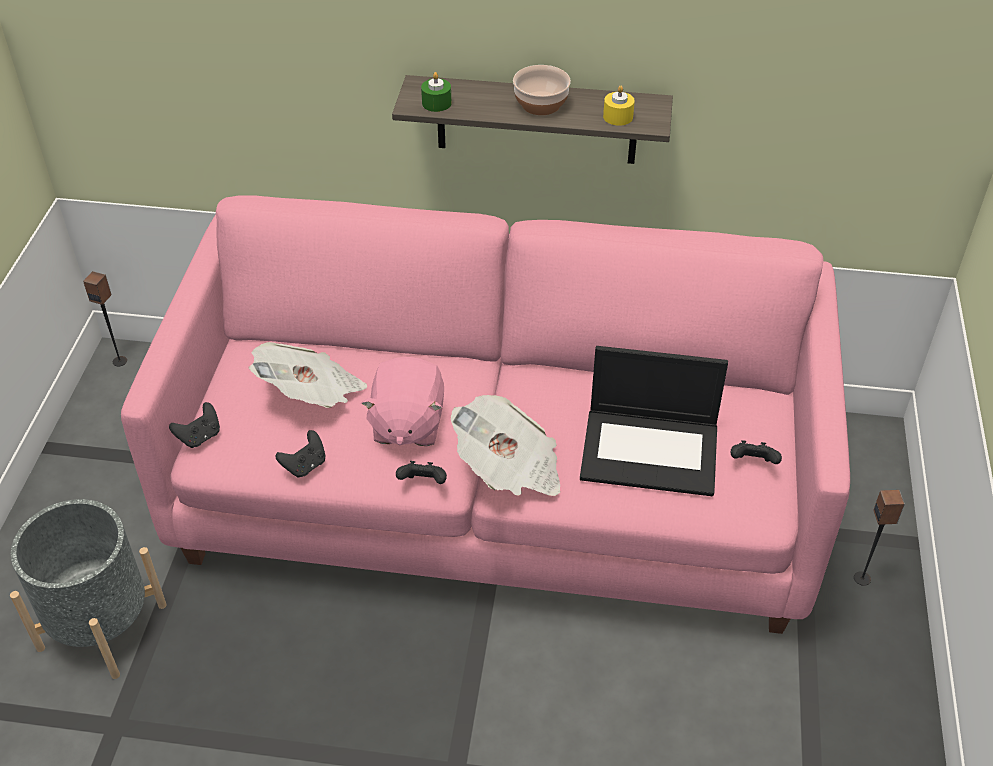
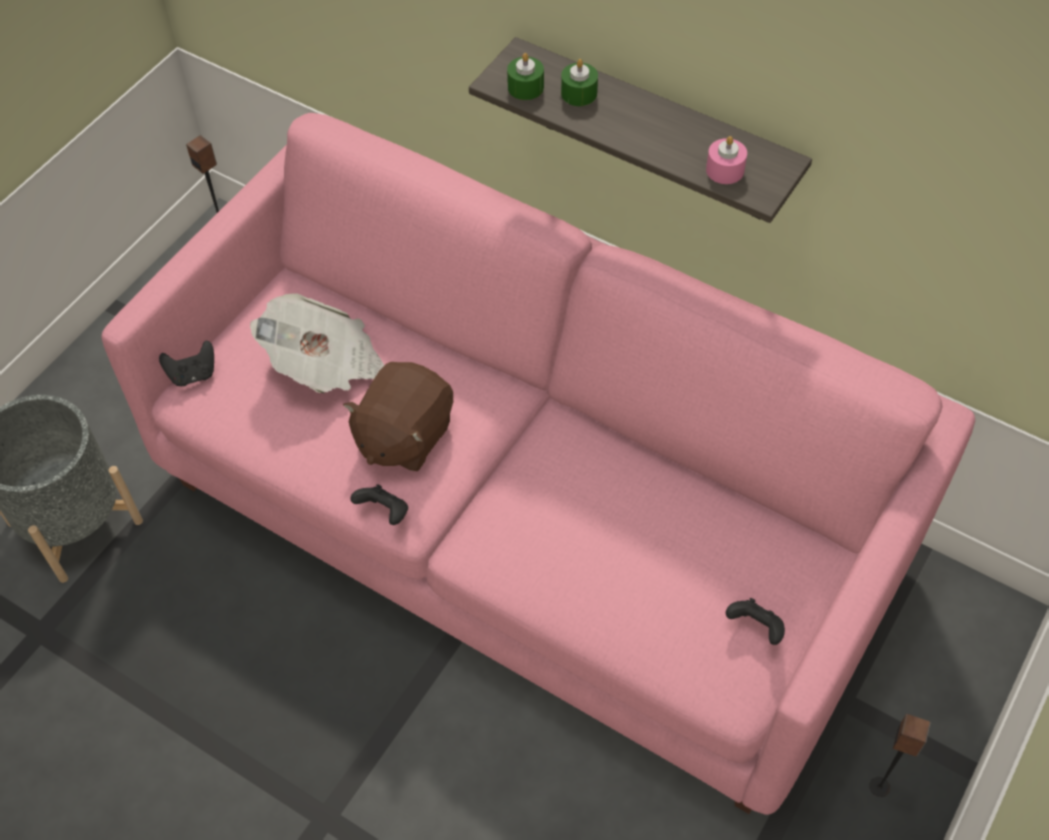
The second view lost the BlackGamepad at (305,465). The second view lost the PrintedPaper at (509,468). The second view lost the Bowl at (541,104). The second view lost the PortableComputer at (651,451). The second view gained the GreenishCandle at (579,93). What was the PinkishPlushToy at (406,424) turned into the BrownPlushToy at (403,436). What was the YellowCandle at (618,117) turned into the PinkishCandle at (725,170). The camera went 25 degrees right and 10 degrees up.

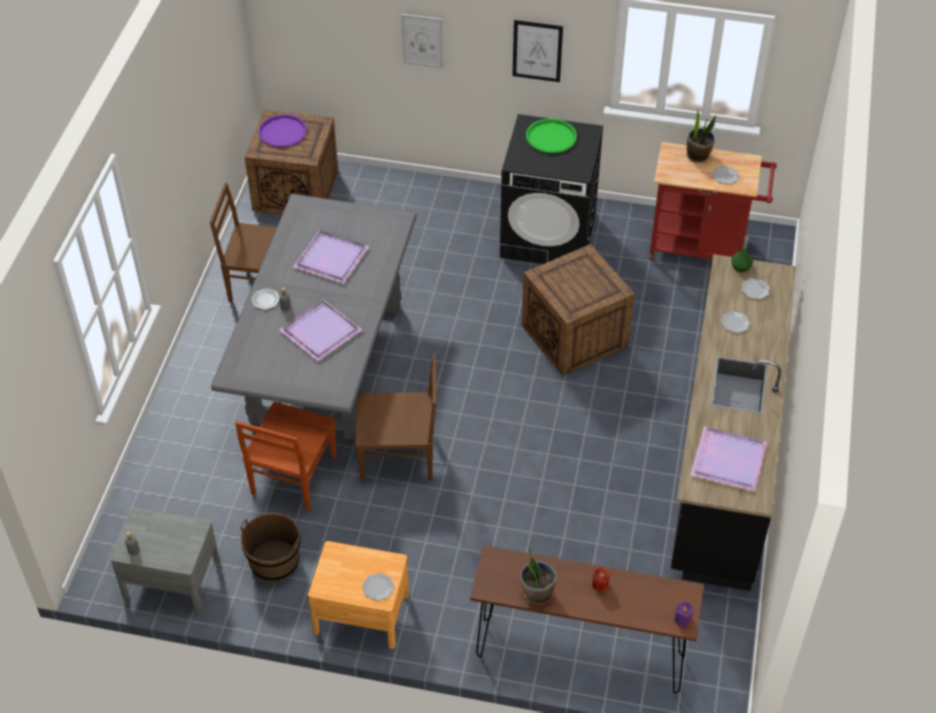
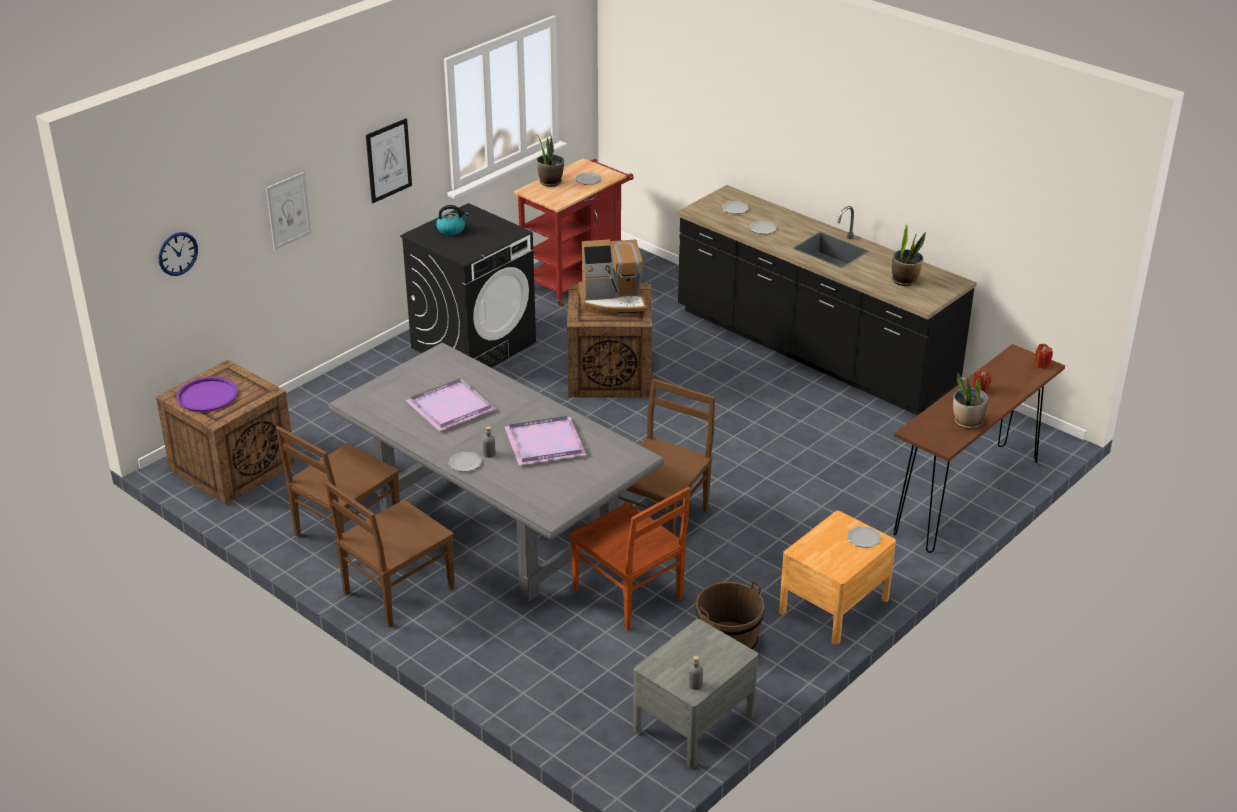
The second view lost the GreenishBottle at (740,266). The second view gained the HangingClock at (177,253). The second view gained the BrownUprightChair at (396,592). The second view gained the CoffeeMaker at (613,301). Where the GreenishCarryingTray stood at (551,137), the WaterKettle came to stand at (451,229). Where the PurplishCarryingTray stood at (727,459), the PlantInAPot came to stand at (904,280). What was the PurplishCandle at (682,619) turned into the ReddishCandle at (1042,364). The camera went 60 degrees left and 15 degrees down.

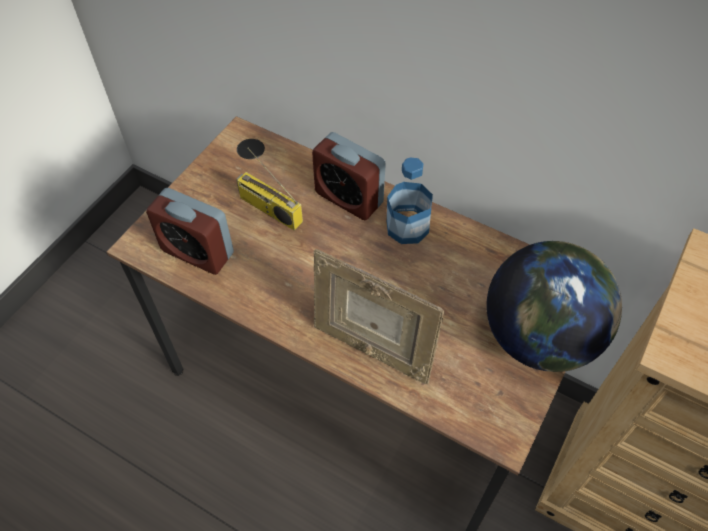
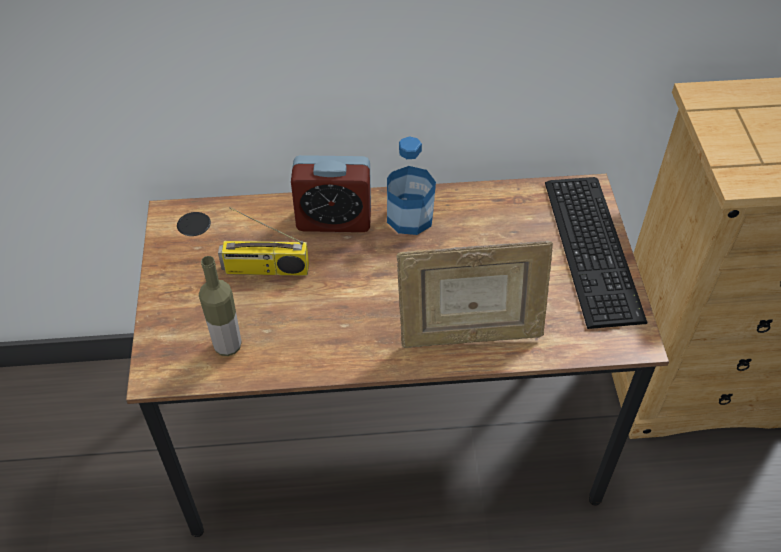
Where the TableClock stood at (197,252), the Bottle came to stand at (228,346). Where the WorldGlobe stood at (539,336), the Keyboard came to stand at (595,247). The camera went 35 degrees left and 5 degrees down.

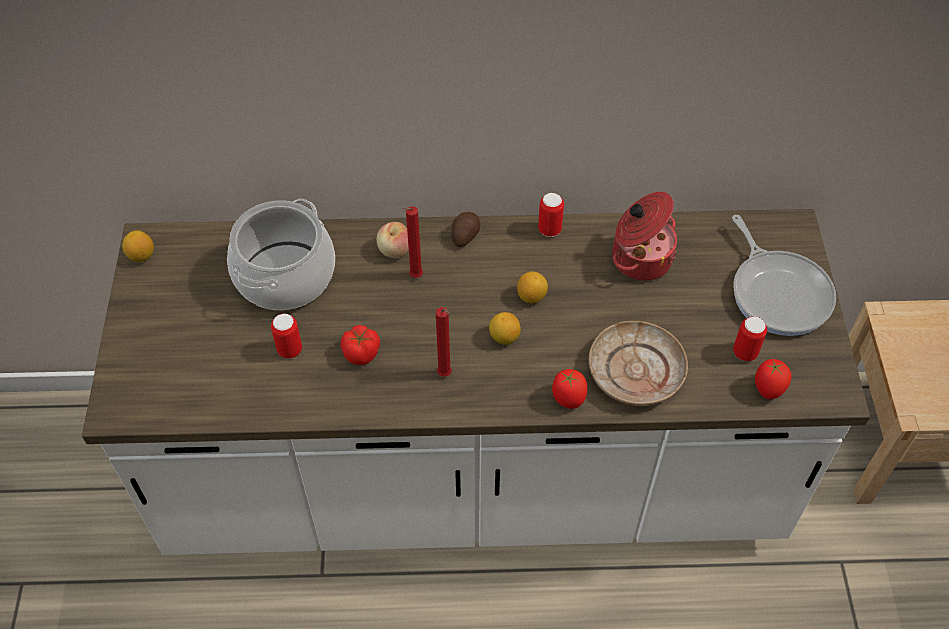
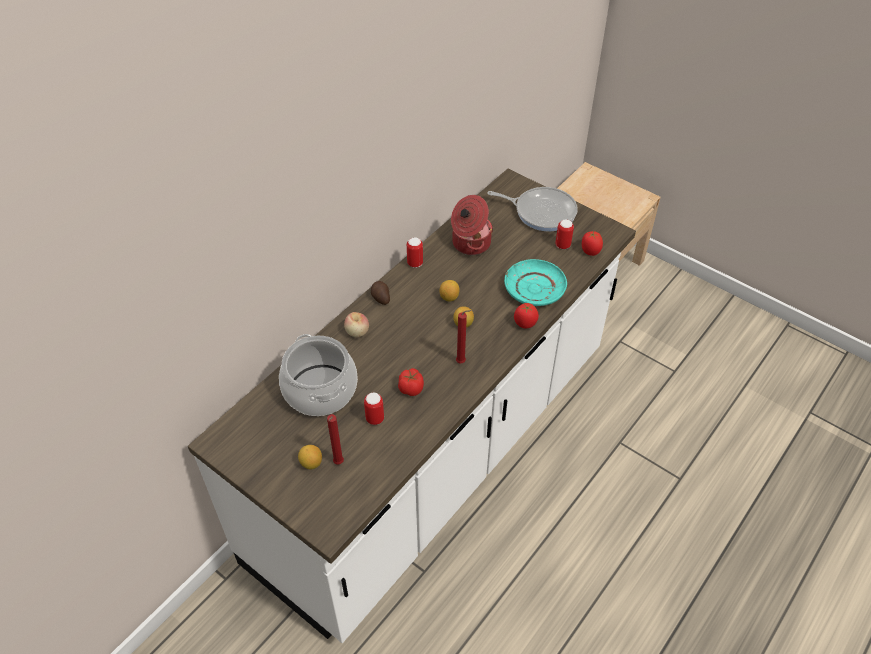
The Lemon ended up elsewhere, having gone from (141,256) to (311,463). The ReddishCandle ended up elsewhere, having gone from (414,277) to (338,464). What was the SandColouredPlate at (635,372) turned into the TurquoiseColouredPlate at (534,289). The camera went 50 degrees left and 5 degrees down.

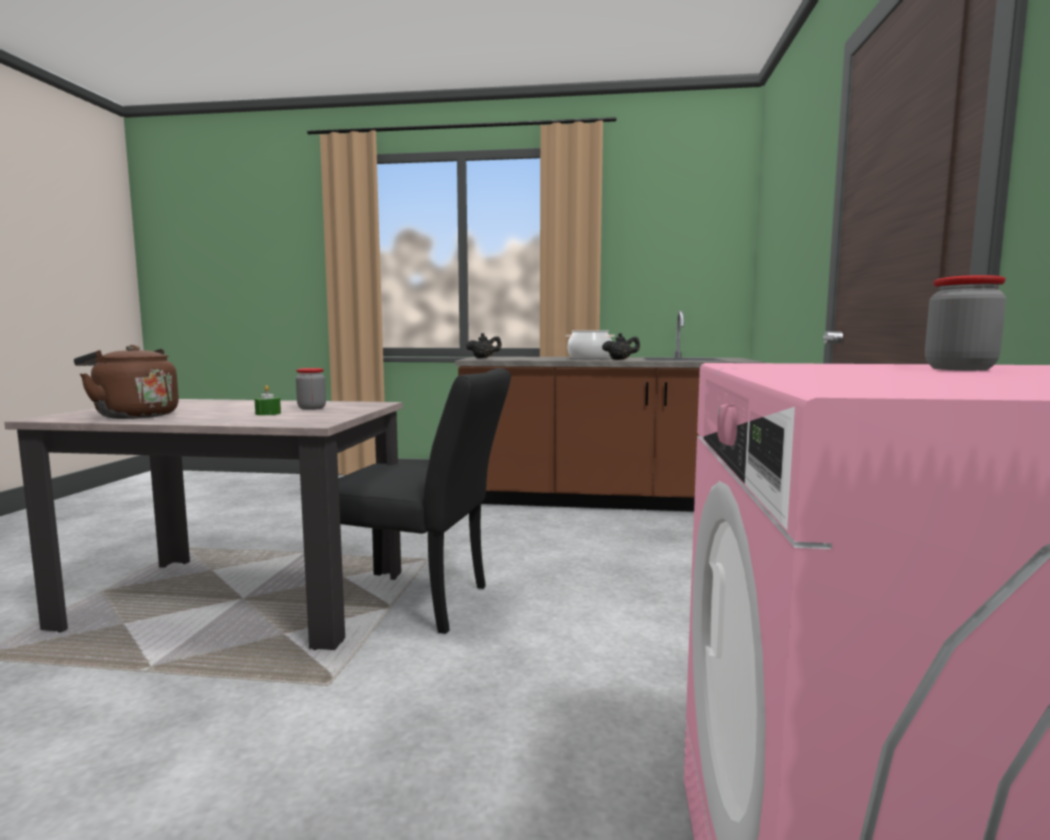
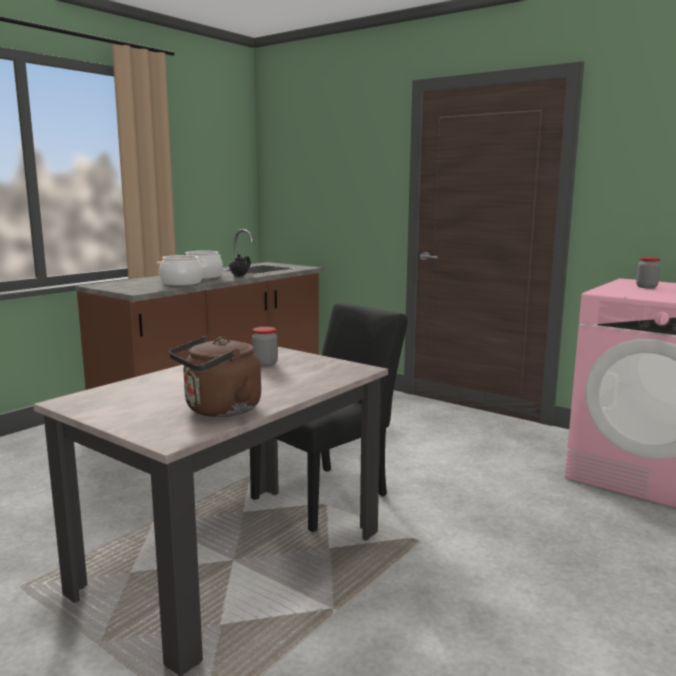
The second view lost the GreenishCandle at (268,413). The second view lost the BlackTeaPot at (483,358). The second view gained the Stockpot at (181,283). The camera went 60 degrees left and 5 degrees up.

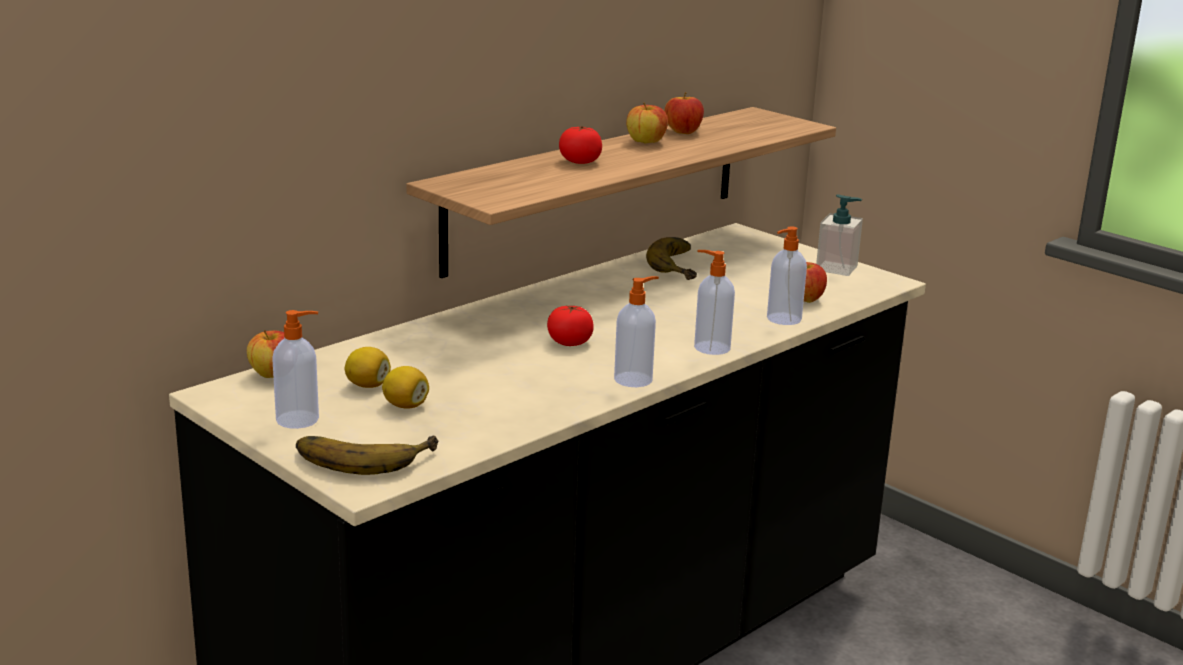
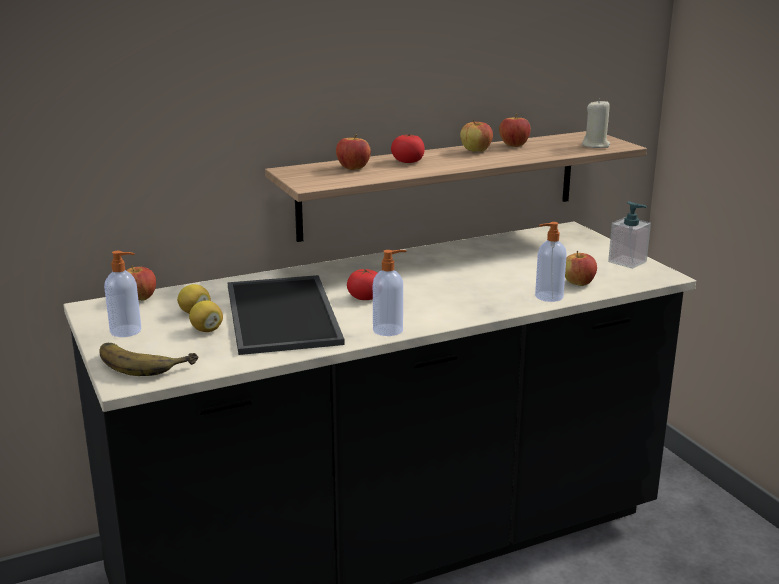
The second view lost the BananaFruit at (683,265). The second view lost the SoapBottle at (710,347). The second view gained the CarryingTray at (285,314). The second view gained the AppleFruit at (353,168). The second view gained the SandColouredCandle at (596,145). The camera went 20 degrees right and 0 degrees up.

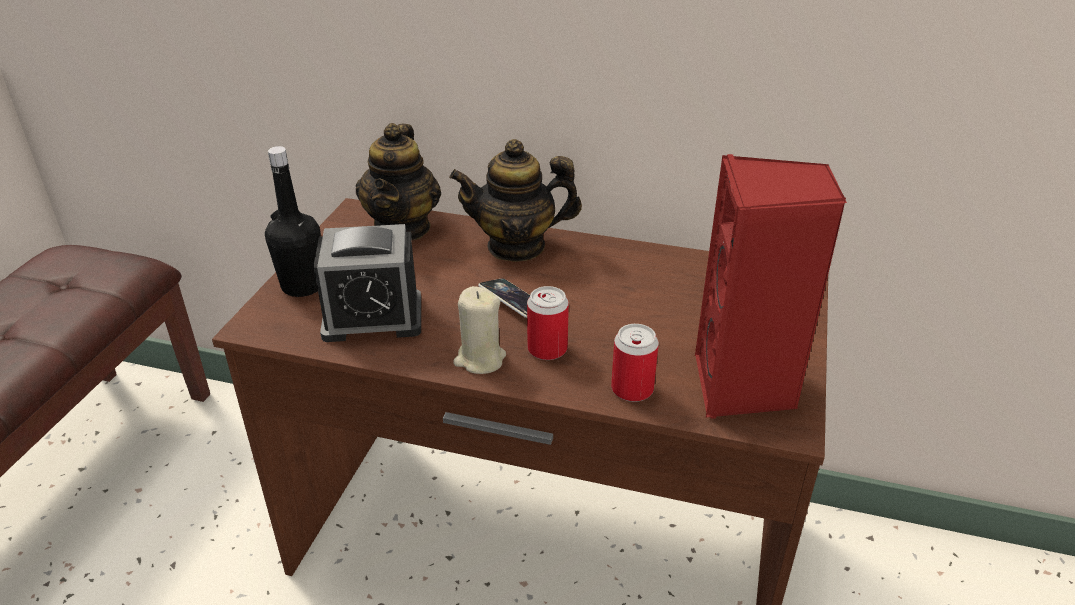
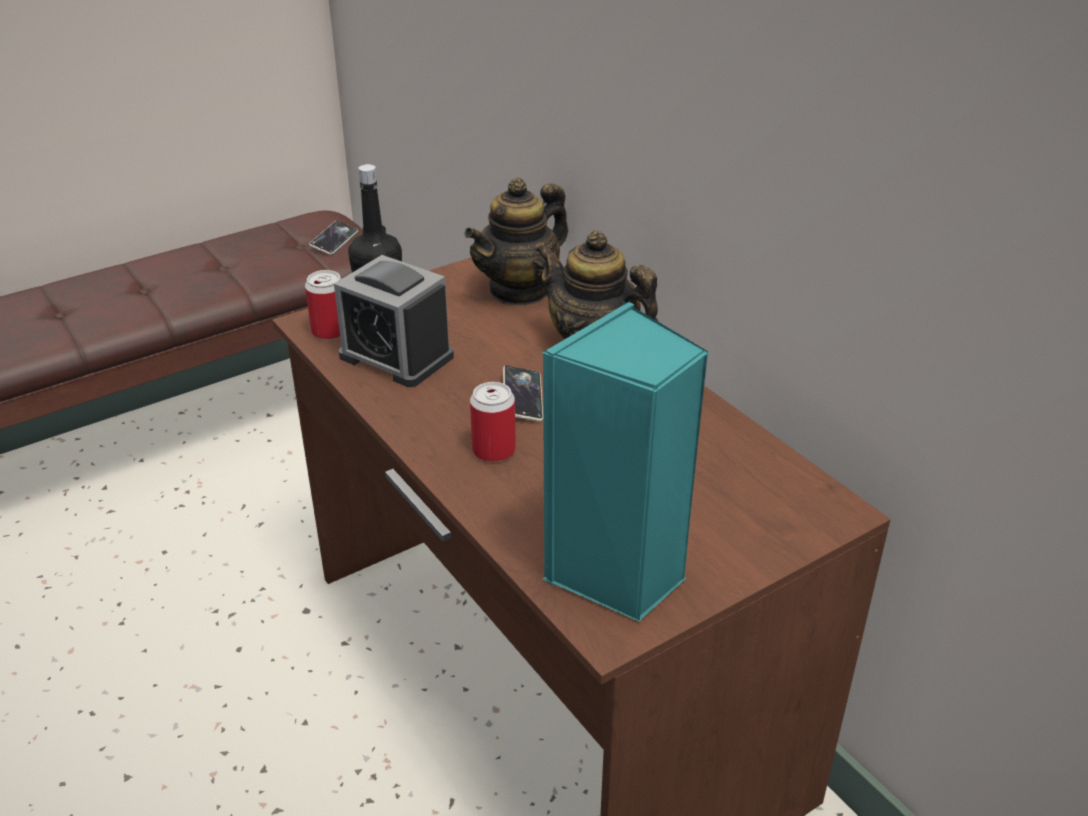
The second view lost the SandColouredCandle at (479,359). The second view gained the Telephone at (334,241). The Can ended up elsewhere, having gone from (632,389) to (330,331). What was the ReddishAudioSpeaker at (744,387) turned into the TurquoiseColouredAudioSpeaker at (618,575). The camera went 40 degrees right and 0 degrees up.

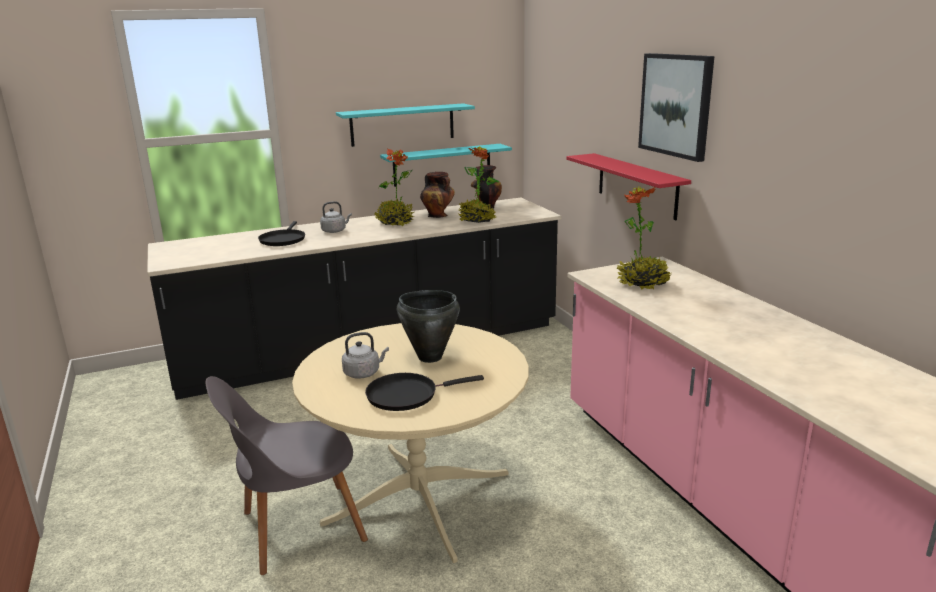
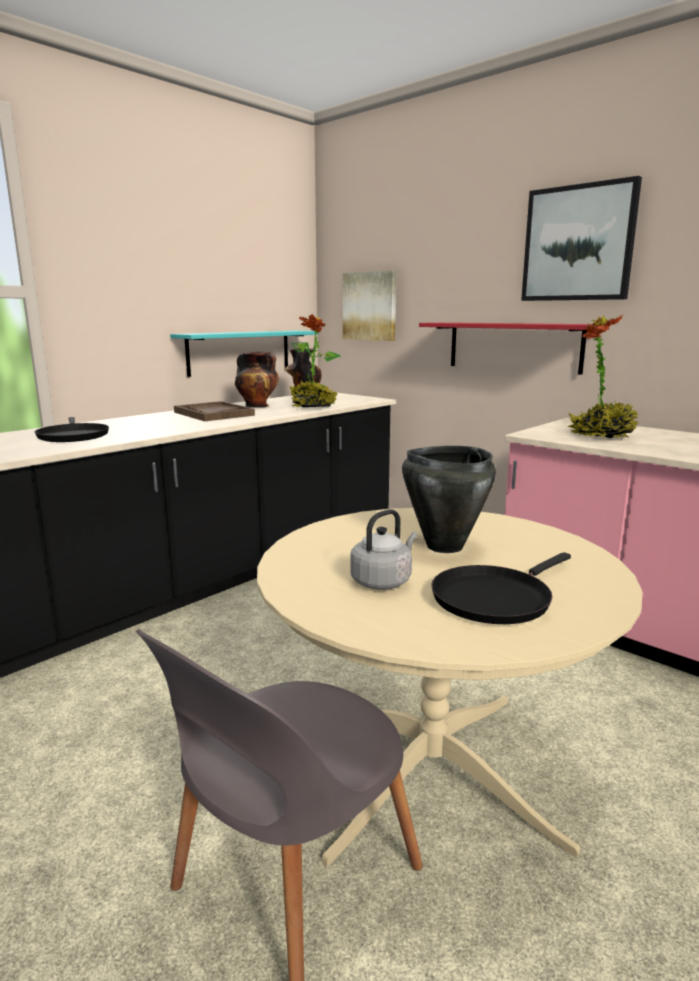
The second view lost the GreyishWaterKettle at (335,231). The second view lost the TurquoiseColouredShelf at (402,124). The second view gained the WallPicture at (370,306). Where the PlantInAPot stood at (395,222), the BrownCarryingTray came to stand at (213,414). The camera went 25 degrees left and 5 degrees down.

